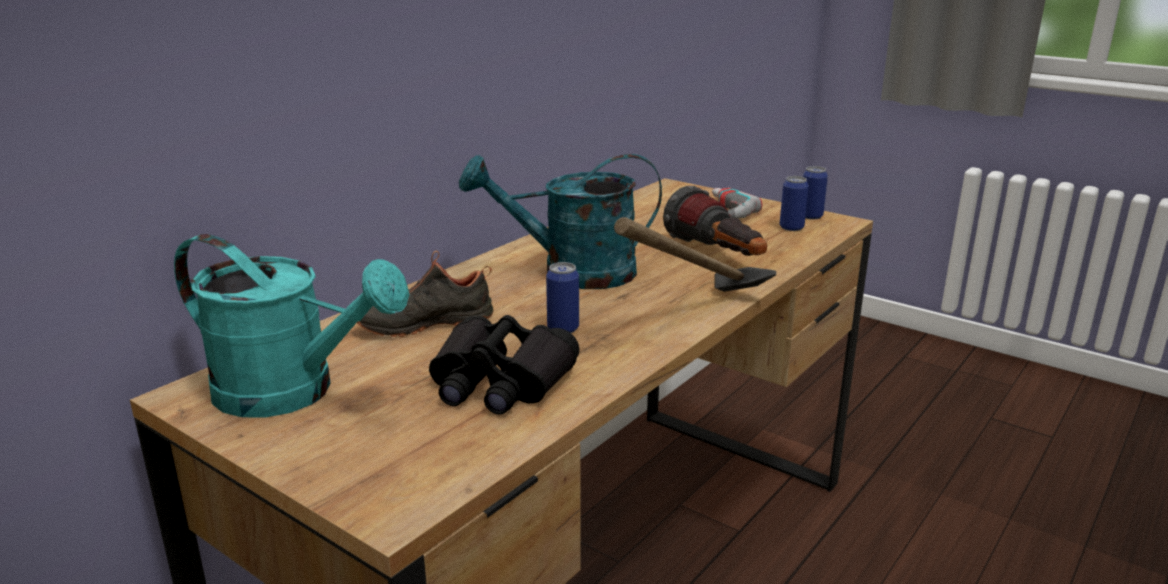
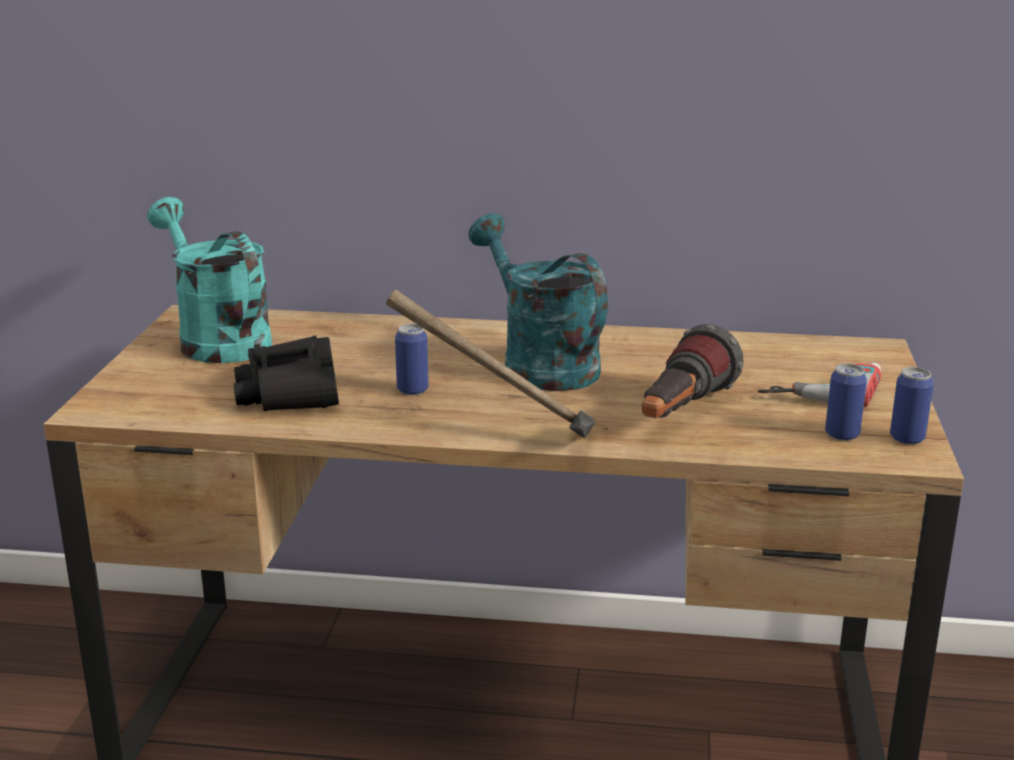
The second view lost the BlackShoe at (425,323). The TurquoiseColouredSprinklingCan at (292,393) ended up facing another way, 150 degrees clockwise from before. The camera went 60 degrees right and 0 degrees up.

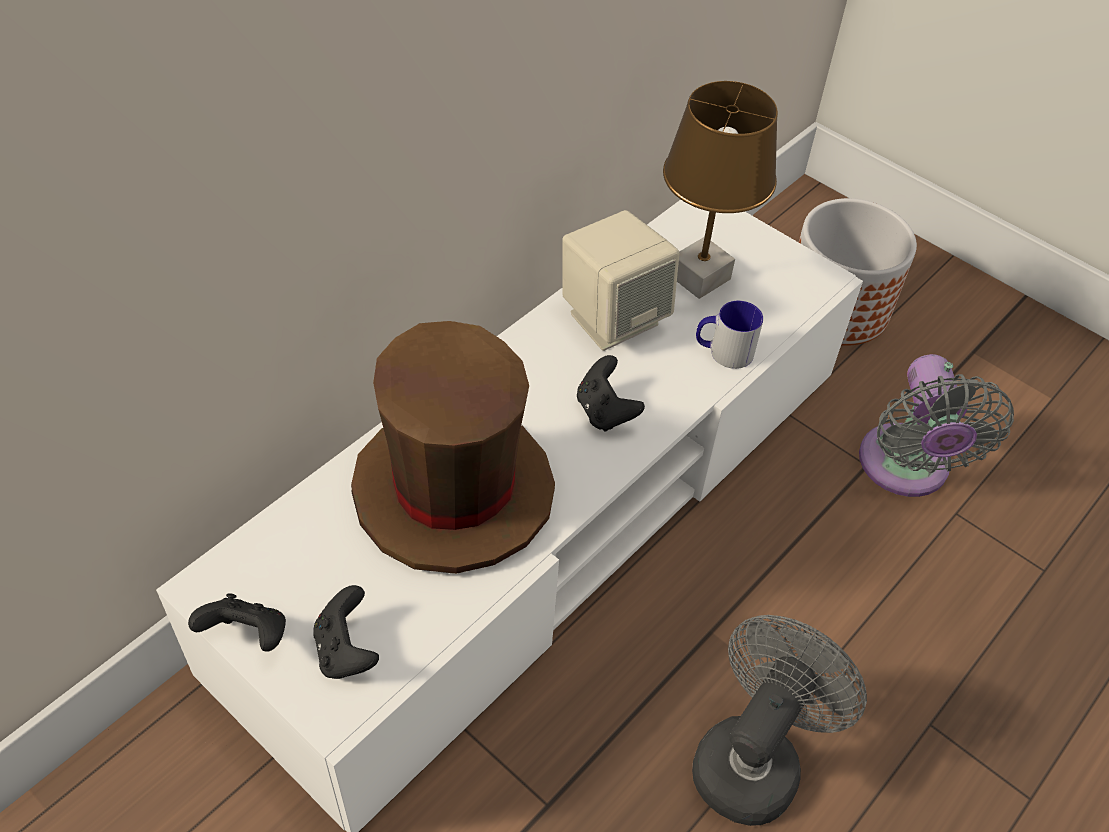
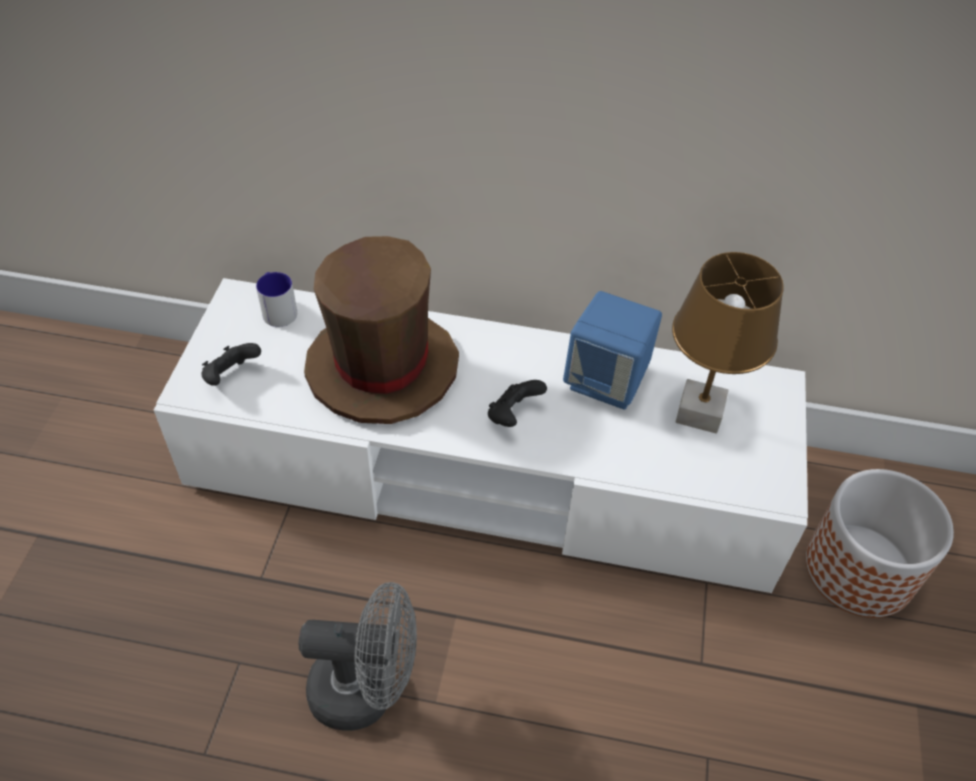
The second view lost the BlackGamepad at (248,636). The second view lost the GreyishFan at (905,469). The CoffeeMug ended up elsewhere, having gone from (723,352) to (278,309). What was the SandColouredAudioSpeaker at (613,318) turned into the BlueColouredAudioSpeaker at (607,381). The camera went 60 degrees right and 0 degrees up.

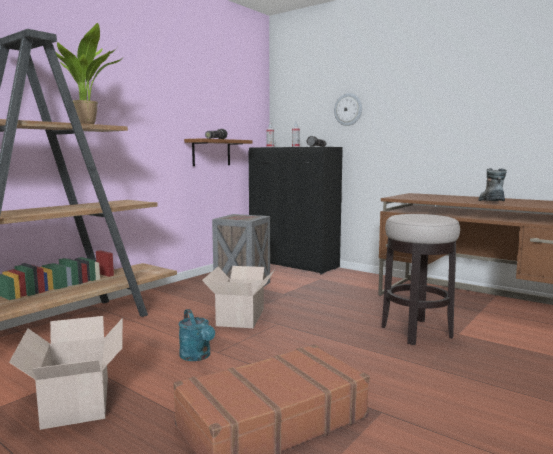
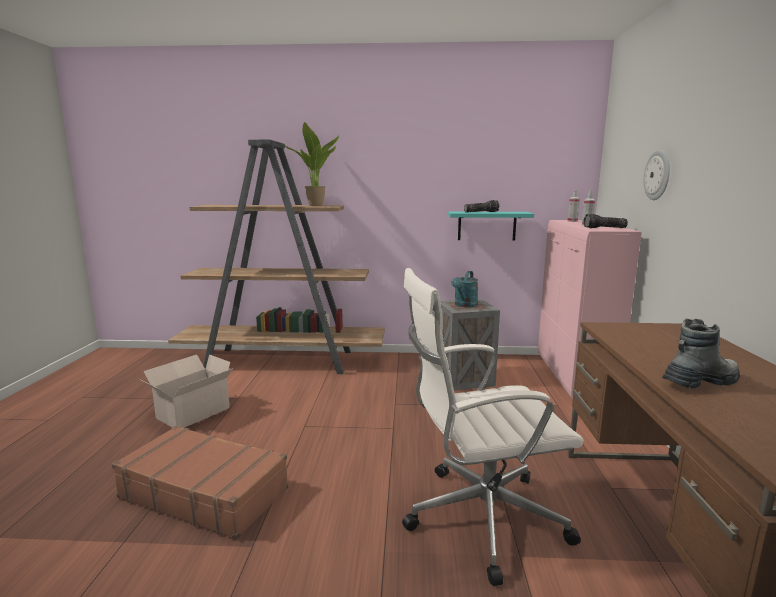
The second view lost the Carton at (241,316). The TurquoiseColouredSprinklingCan ended up elsewhere, having gone from (197,357) to (464,305). Where the SittingStool stood at (416,332), the WhiteColouredComputerChair came to stand at (480,517). What was the BrownShelf at (211,152) turned into the TurquoiseColouredShelf at (486,226). What was the BlackCupboard at (294,265) turned into the PinkishCupboard at (574,377). The camera went 55 degrees right and 5 degrees up.

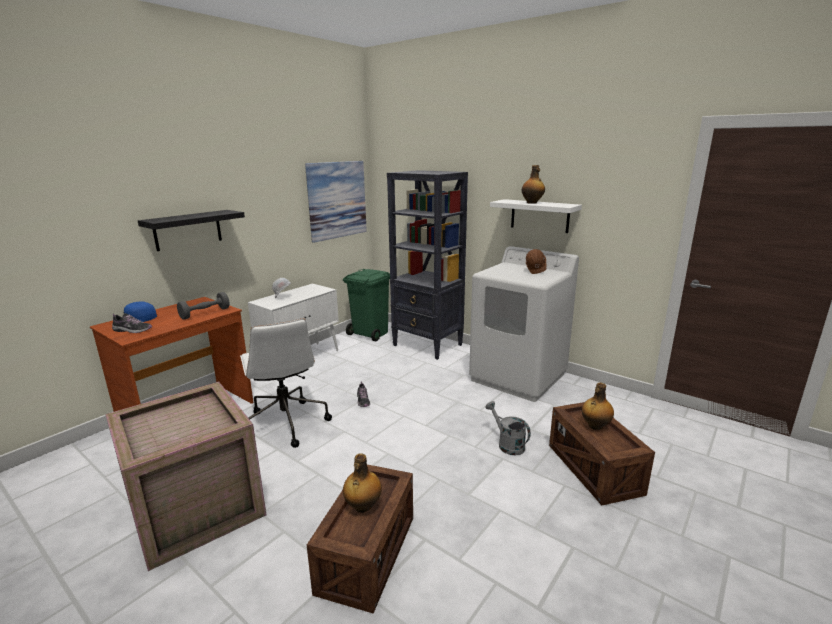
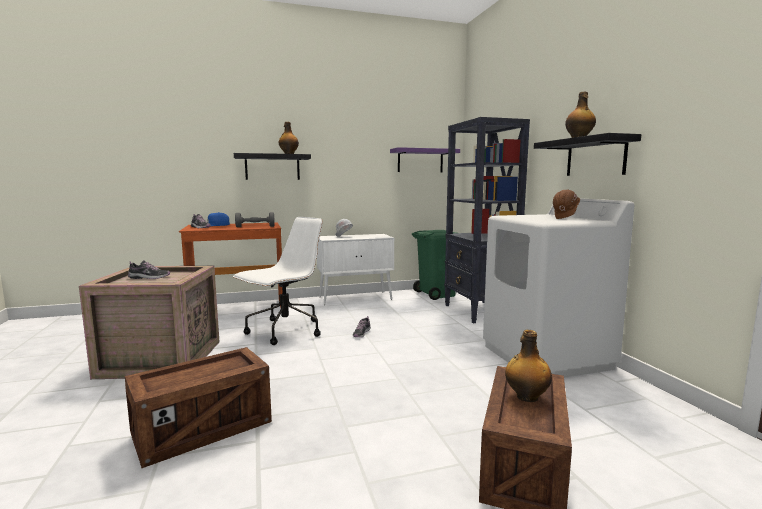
The second view lost the GreyishSprinklingCan at (507,444). The second view gained the Shoe at (149,277). The Bottle ended up elsewhere, having gone from (362,506) to (288,154). Where the WallPicture hung at (337,200), the PurplishShelf came to hang at (420,161). What was the WhiteColouredShelf at (539,216) turned into the BlackShelf at (595,157). The WhiteColouredComputerChair at (285,423) ended up facing another way, 150 degrees counterclockwise from before. The camera went 35 degrees right and 10 degrees down.

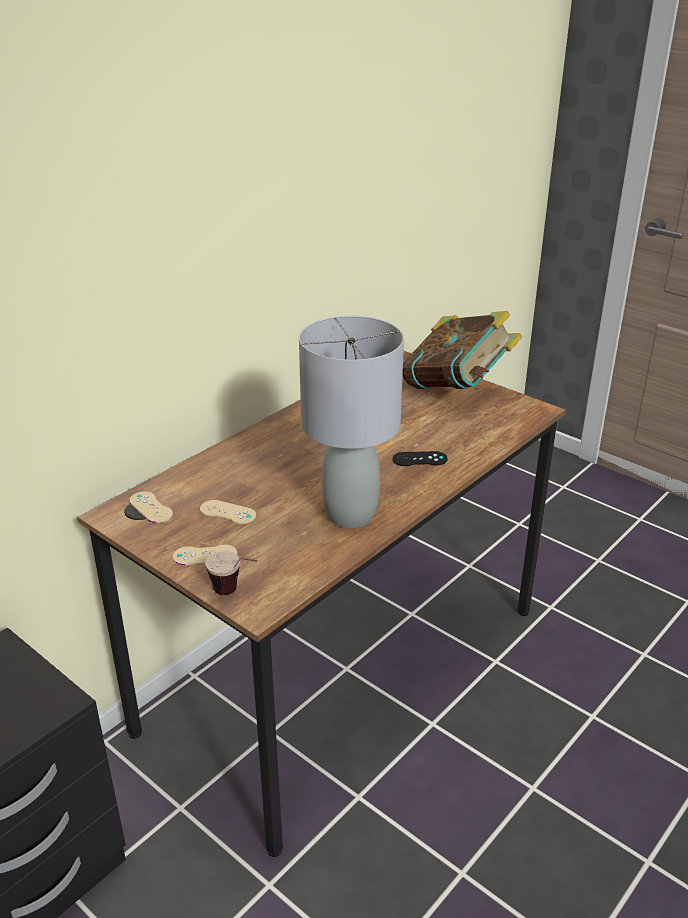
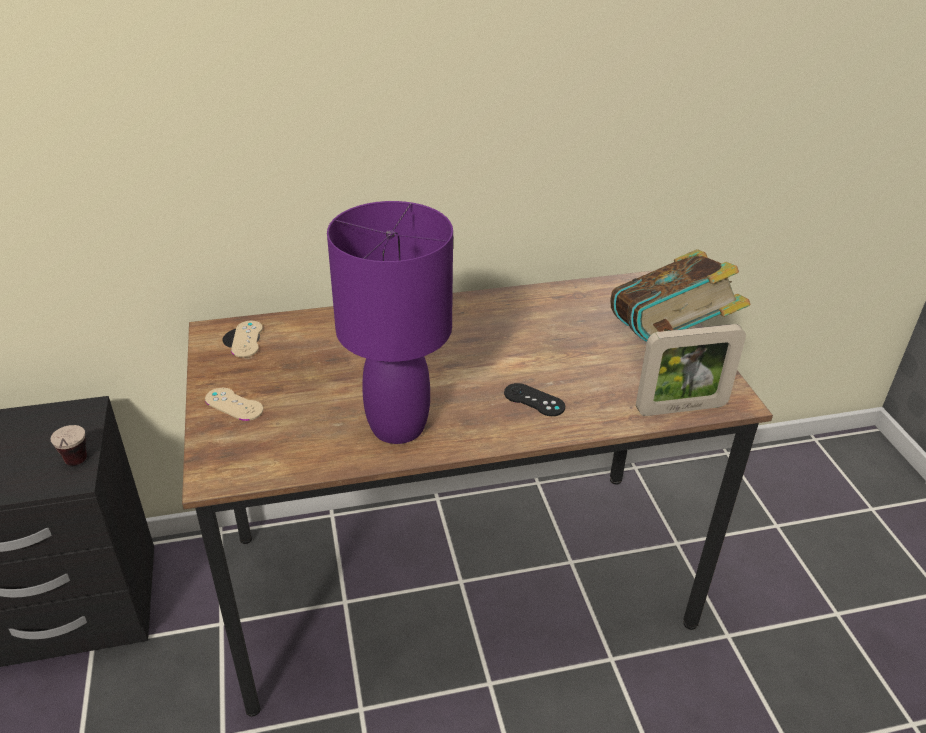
The second view lost the SandColouredGamepad at (227,512). The second view gained the PictureFrame at (681,408). The Cup ended up elsewhere, having gone from (235,593) to (75,467). What was the GreyishTableLamp at (349,514) turned into the PurplishTableLamp at (397,426). The camera went 35 degrees right and 5 degrees up.

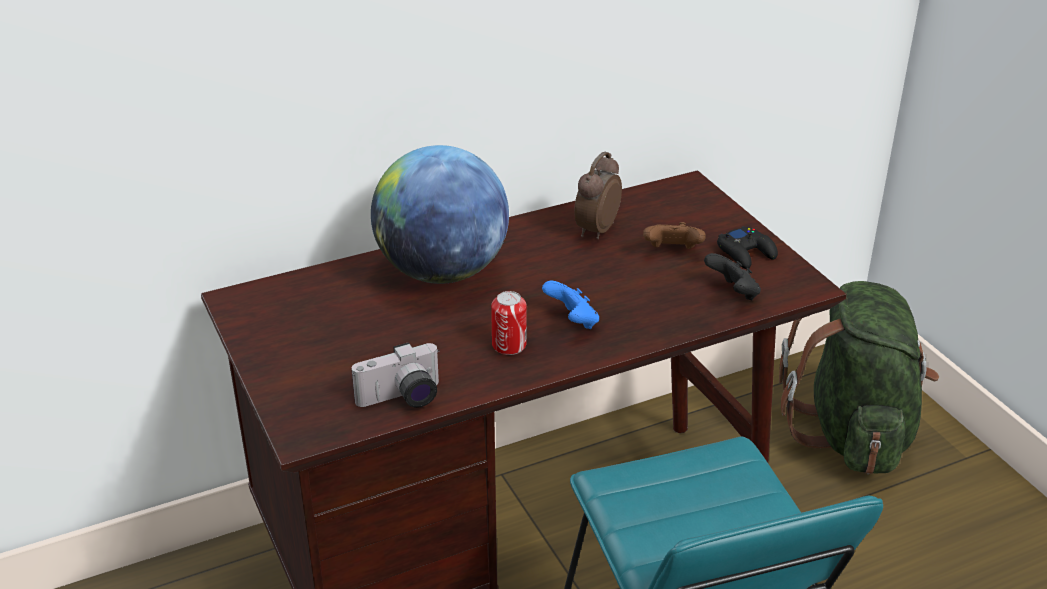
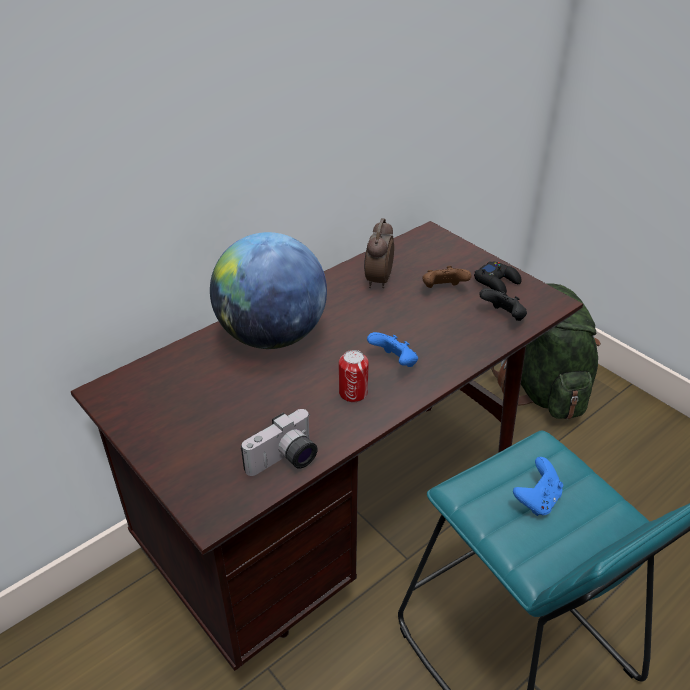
The second view gained the BlueColouredGamepad at (537,500). The camera went 15 degrees left and 5 degrees up.

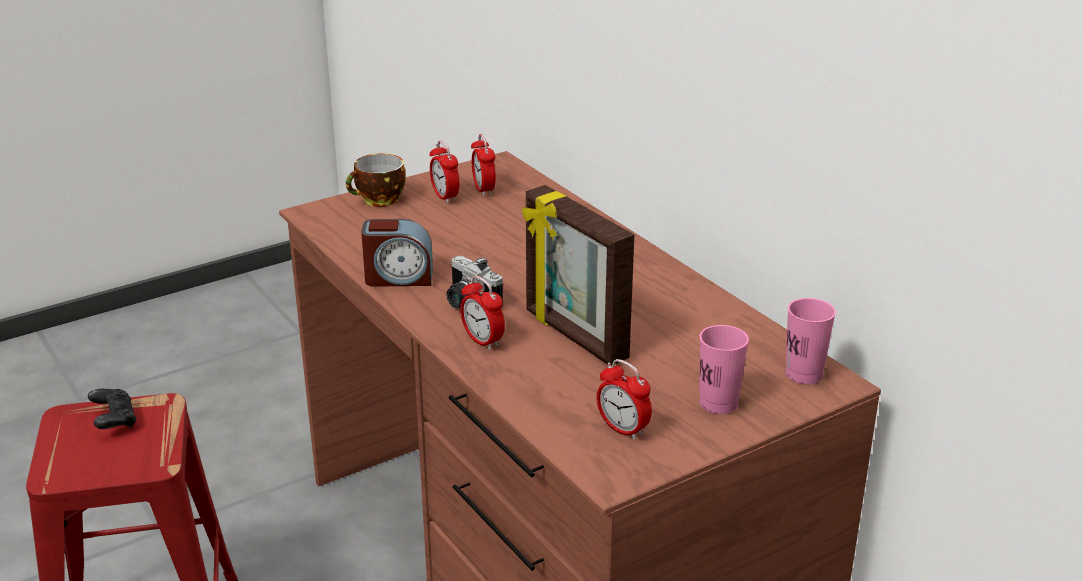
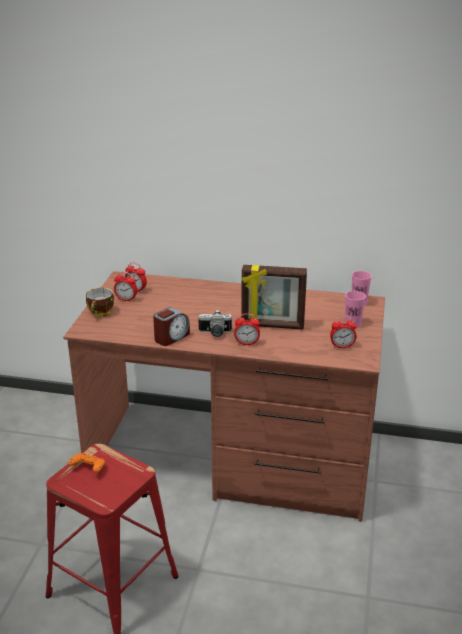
What was the BlackGamepad at (114,421) turned into the OrangeGamepad at (88,469). The camera went 45 degrees left and 0 degrees up.

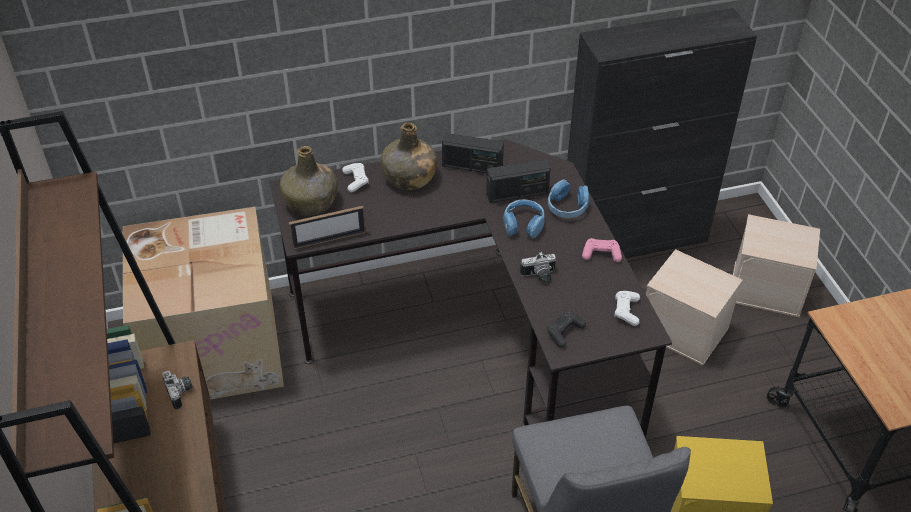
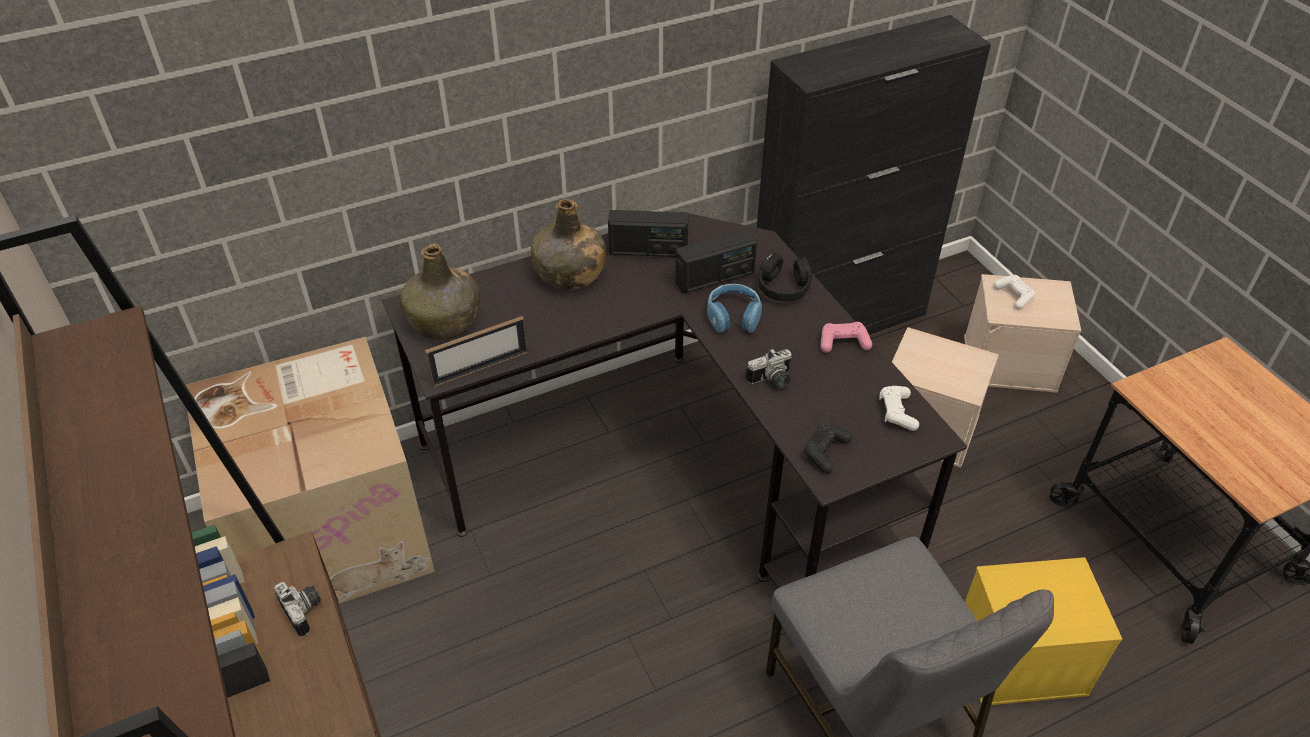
The WhiteColouredGamepad ended up elsewhere, having gone from (356,181) to (1014,295). What was the BlueColouredPairOfHeadphones at (567,207) turned into the BlackPairOfHeadphones at (783,288). The camera went 10 degrees left and 0 degrees up.

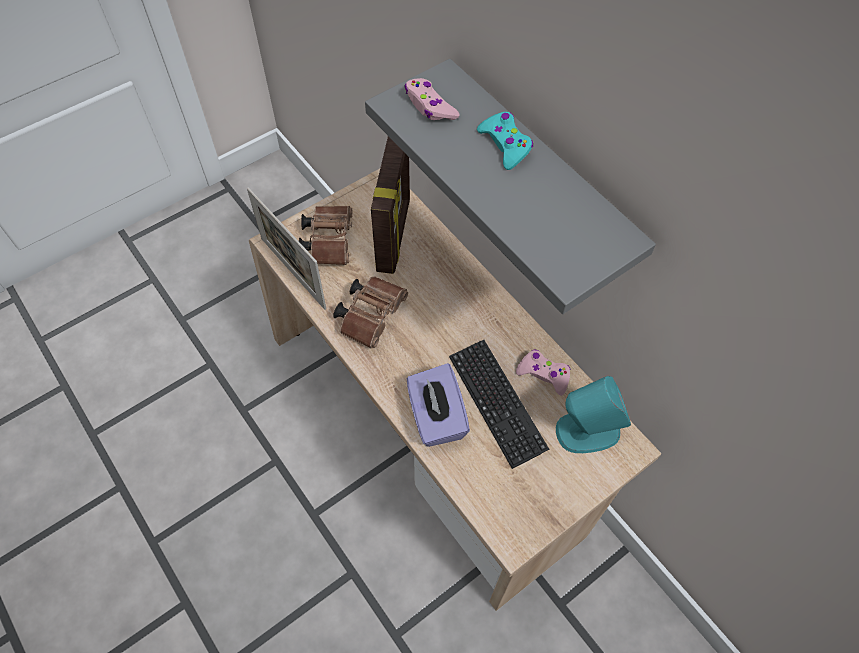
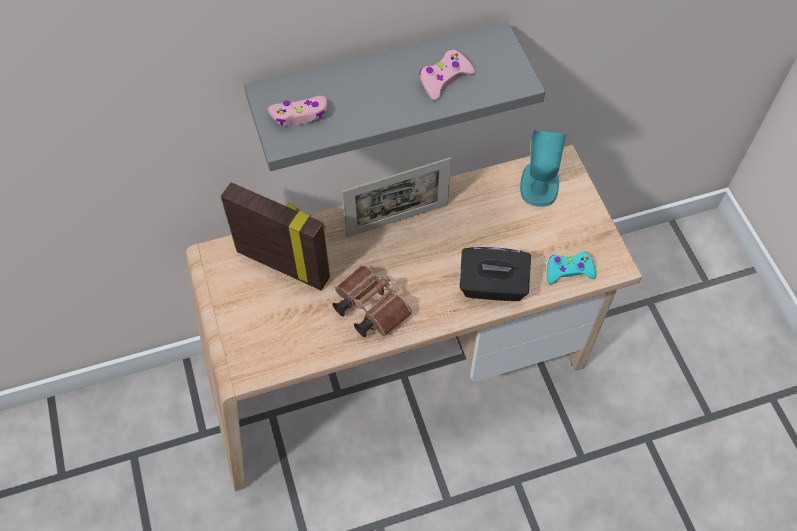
The second view lost the BrownFieldGlasses at (329,240). The second view lost the Keyboard at (496,403). The PictureFrame ended up elsewhere, having gone from (293,273) to (397,220). The TurquoiseColouredGamepad ended up elsewhere, having gone from (505,145) to (568,271). The PinkishGamepad ended up elsewhere, having gone from (543,374) to (444,79). What was the PurplishTissueHolder at (436,417) turned into the BlackTissueHolder at (492,286). The camera went 70 degrees left and 0 degrees up.

